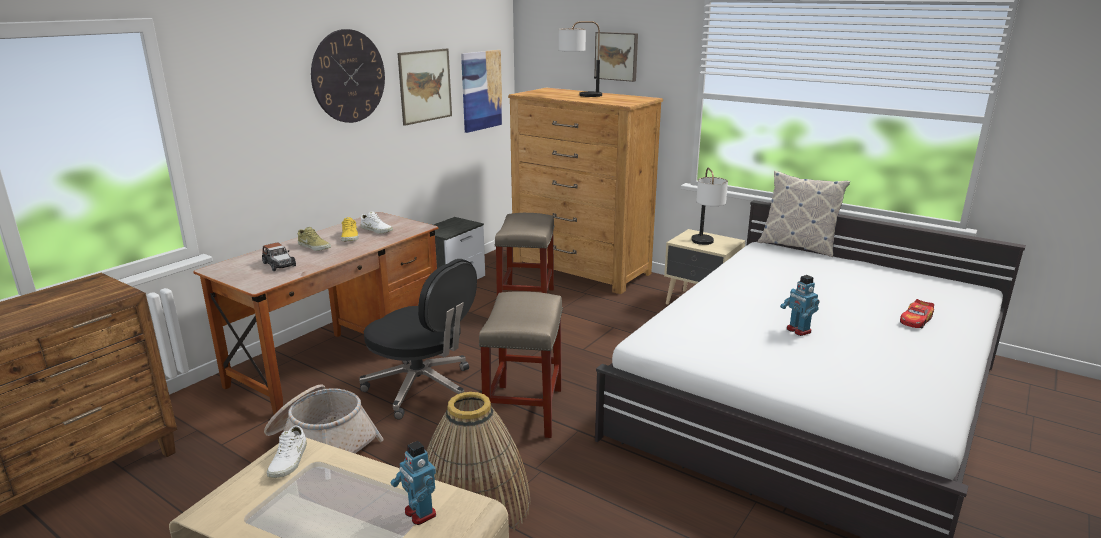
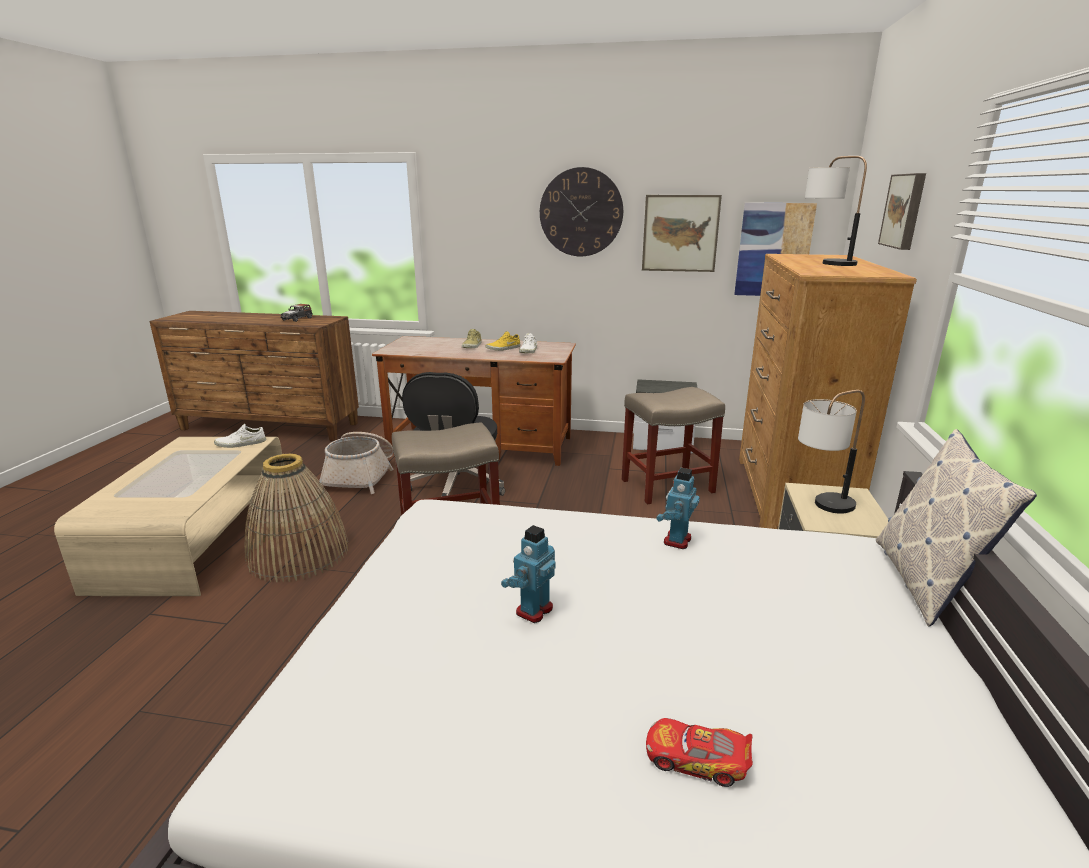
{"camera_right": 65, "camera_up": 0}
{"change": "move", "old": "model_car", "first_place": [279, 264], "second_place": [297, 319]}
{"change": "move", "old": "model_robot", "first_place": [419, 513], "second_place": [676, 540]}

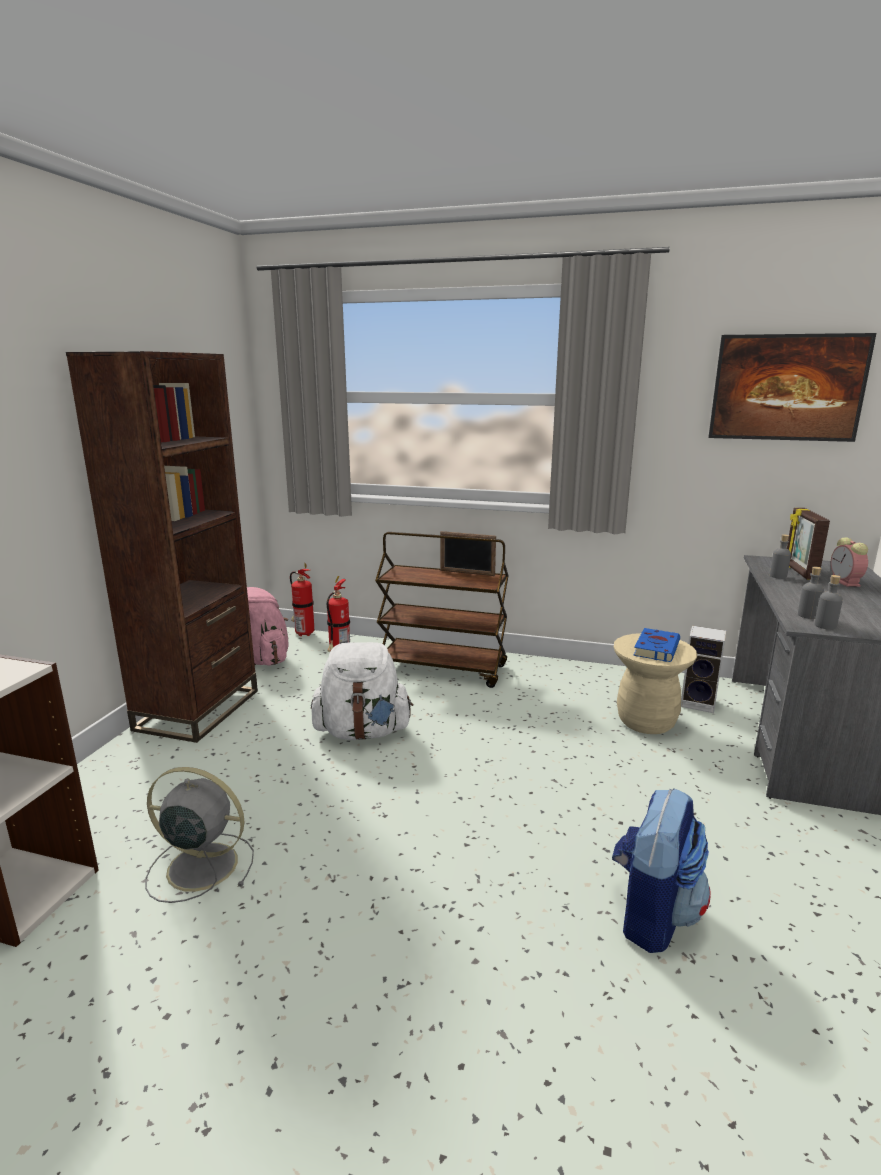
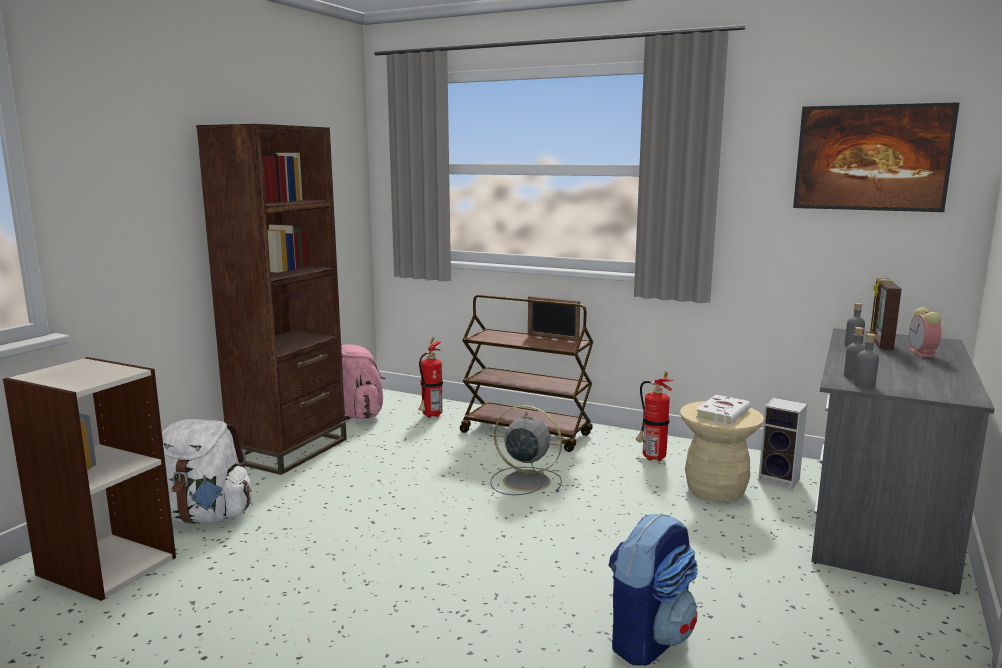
{"camera_right": 10, "camera_up": -5}
{"change": "move", "old": "white_rucksack", "first_place": [362, 732], "second_place": [204, 517]}
{"change": "move", "old": "grey_electric_fan", "first_place": [199, 866], "second_place": [524, 481]}
{"change": "move", "old": "fire_extinguisher", "first_place": [303, 633], "second_place": [651, 457]}
{"change": "recolor", "old": "blue-coloured_bound_book", "new": "white_bound_book", "first_place": [656, 648], "second_place": [723, 413]}

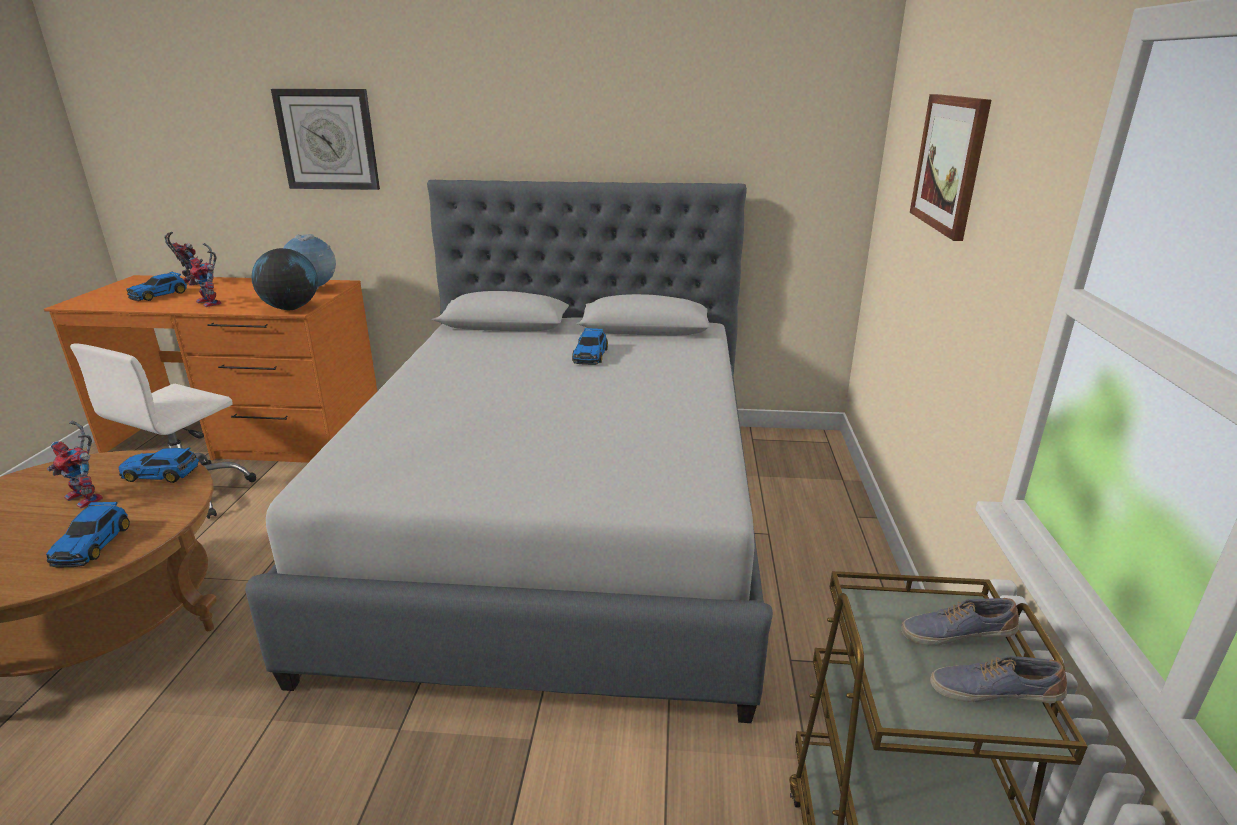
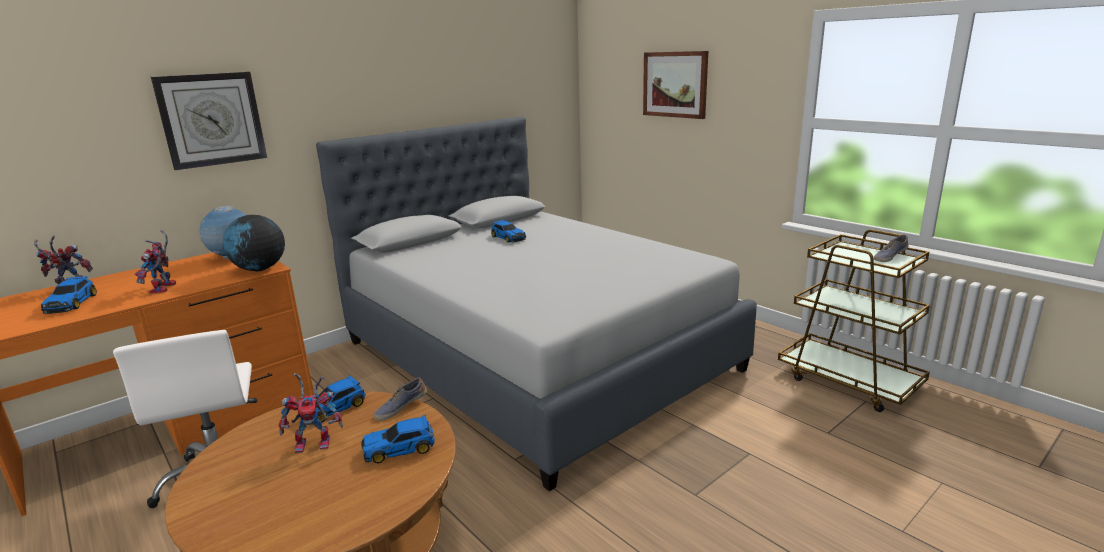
{"camera_right": -45, "camera_up": -5}
{"change": "rotate", "old": "model_robot", "first_place": [212, 303], "second_place": [164, 289], "degrees": 90}
{"change": "rotate", "old": "model_car", "first_place": [93, 544], "second_place": [401, 448], "degrees": 120}
{"change": "move", "old": "shoe", "first_place": [955, 634], "second_place": [401, 407]}

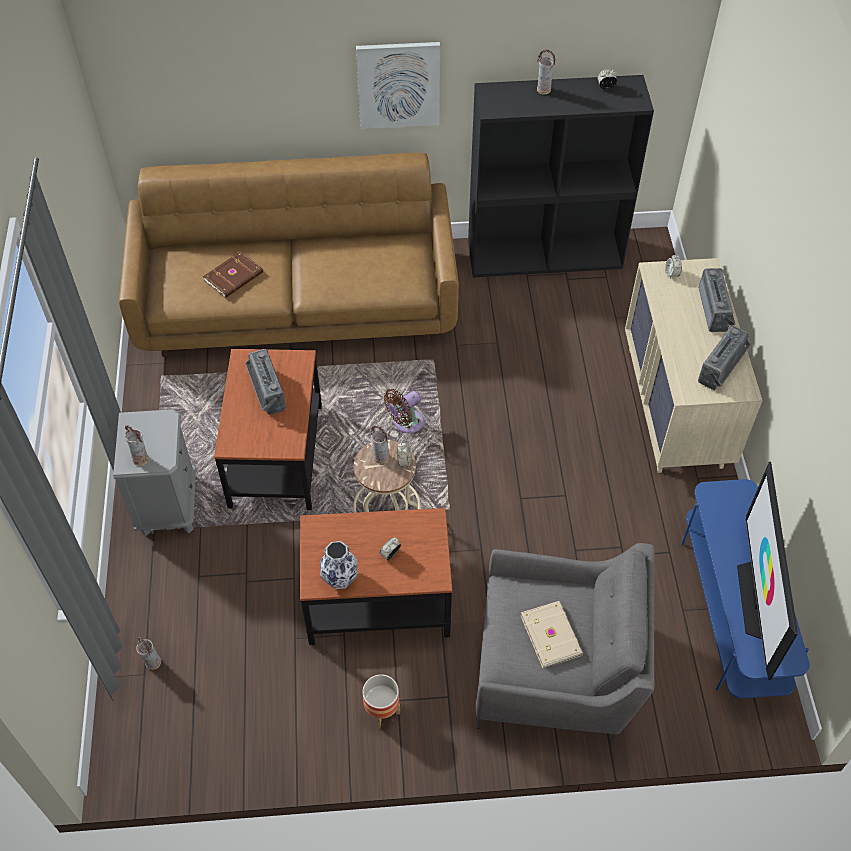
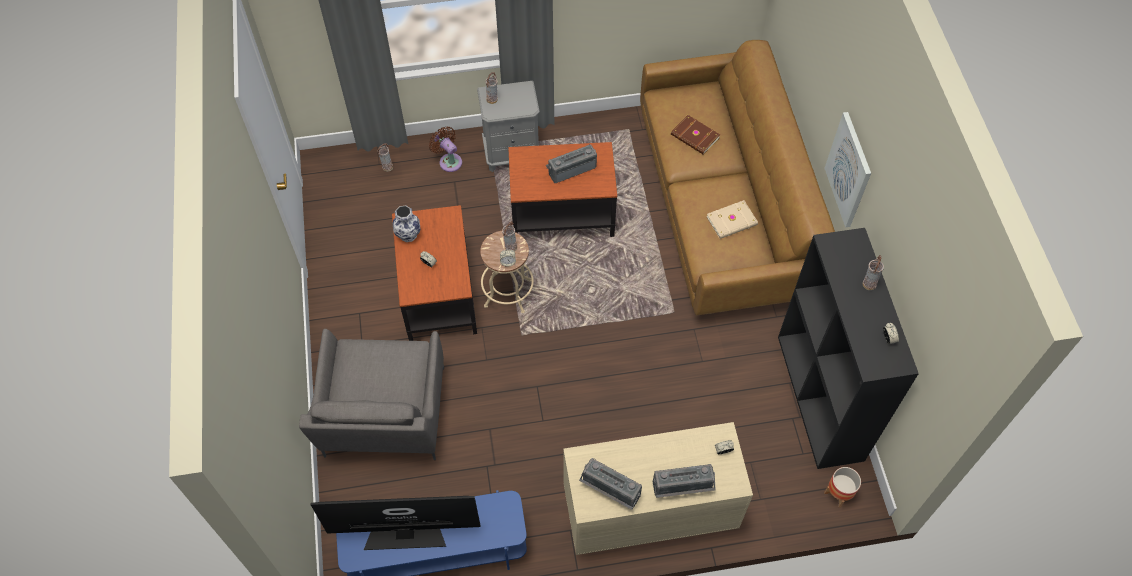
{"camera_right": 85, "camera_up": 5}
{"change": "move", "old": "brownish_electric_fan", "first_place": [406, 423], "second_place": [449, 161]}
{"change": "move", "old": "beige-coloured_bound_book", "first_place": [552, 635], "second_place": [732, 221]}
{"change": "move", "old": "planter", "first_place": [382, 710], "second_place": [838, 494]}

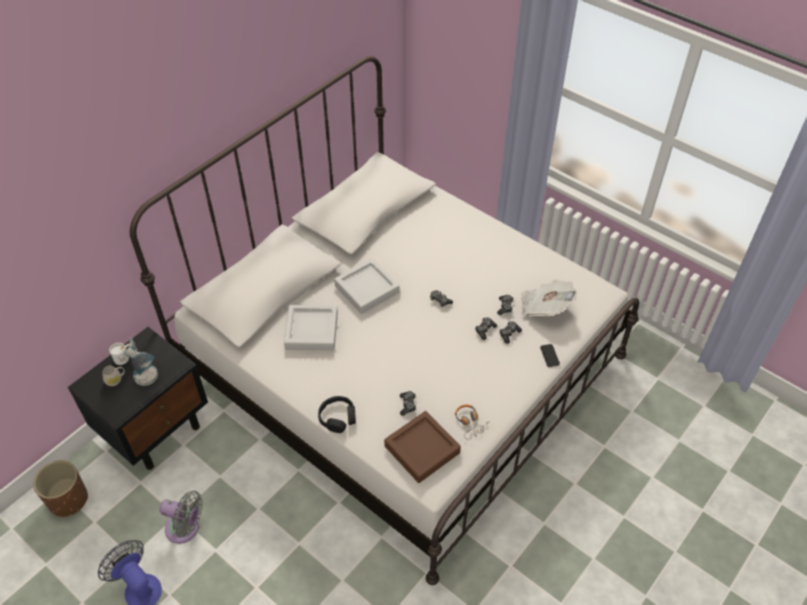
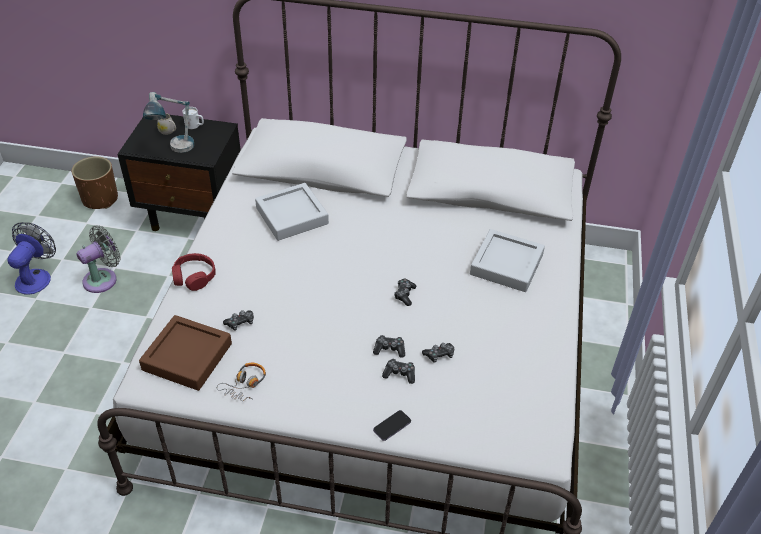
{"camera_right": 60, "camera_up": -5}
{"change": "rotate", "old": "grey_electric_fan", "first_place": [185, 529], "second_place": [103, 279], "degrees": -120}
{"change": "recolor", "old": "black_headset", "new": "red-coloured_headset", "first_place": [338, 418], "second_place": [194, 277]}
{"change": "move", "old": "grey_serving_tray", "first_place": [367, 289], "second_place": [506, 265]}
{"change": "delete", "old": "printed_paper", "first_place": [544, 307]}

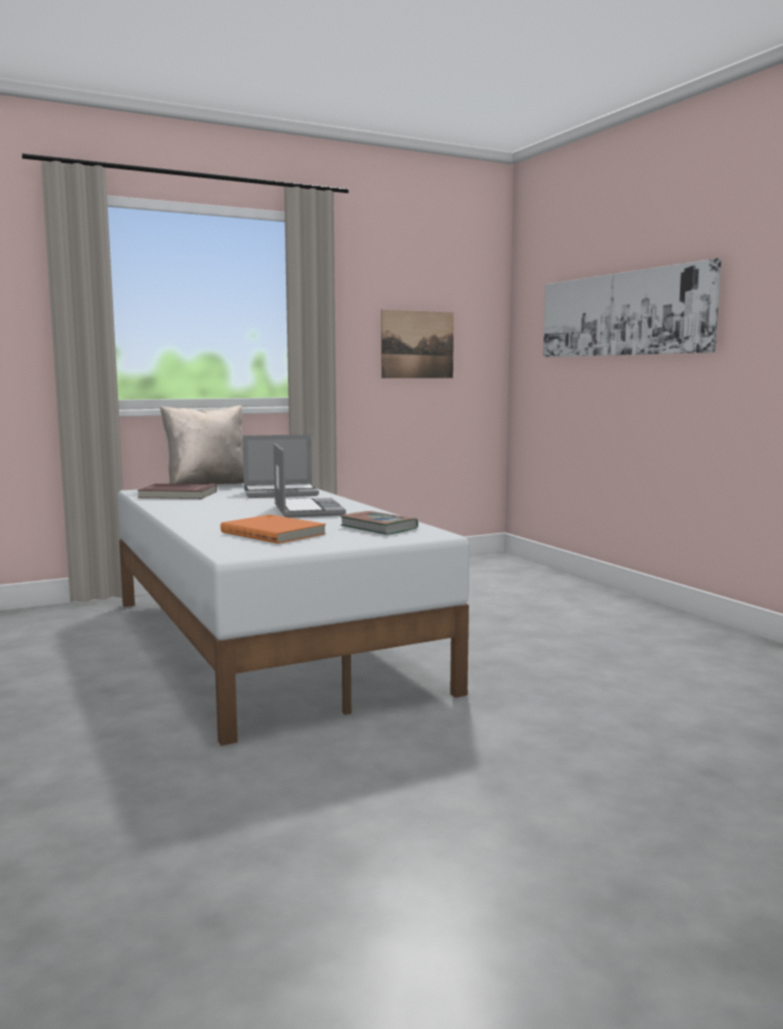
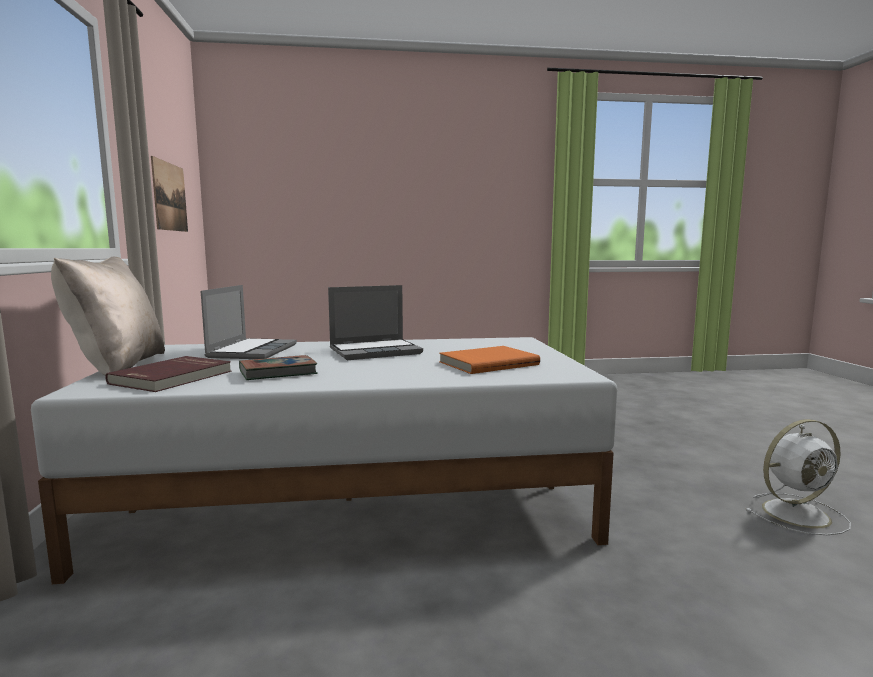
{"camera_right": -70, "camera_up": 0}
{"change": "move", "old": "bound_book", "first_place": [378, 527], "second_place": [278, 372]}
{"change": "rotate", "old": "laptop", "first_place": [306, 510], "second_place": [376, 351], "degrees": 150}
{"change": "insert", "new": "white_electric_fan", "second_place": [798, 513]}
{"change": "delete", "old": "wall_picture", "first_place": [622, 314]}

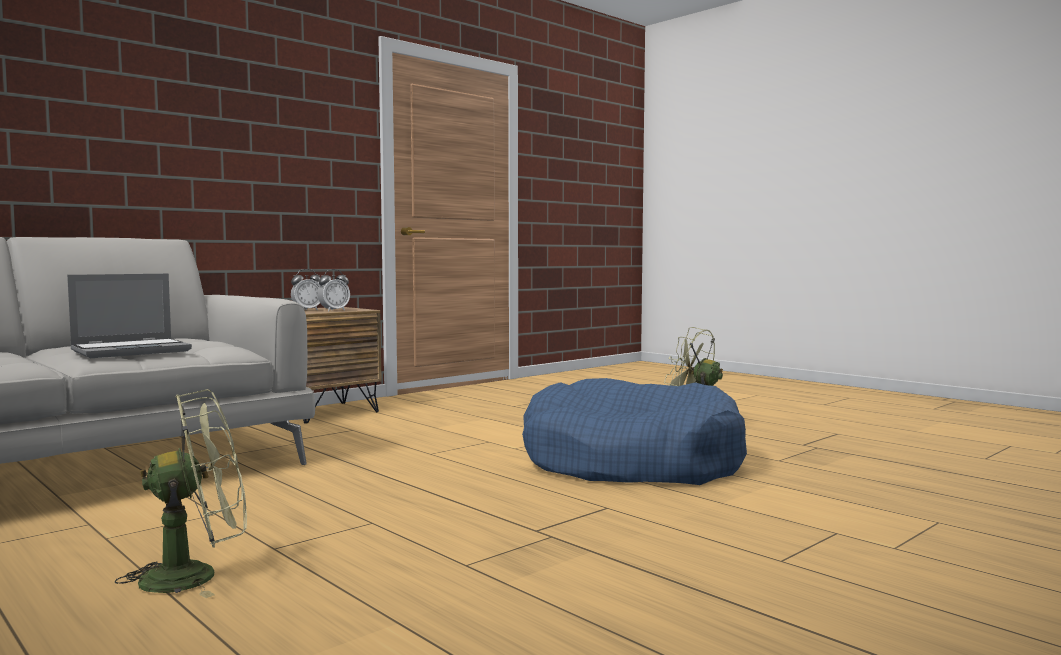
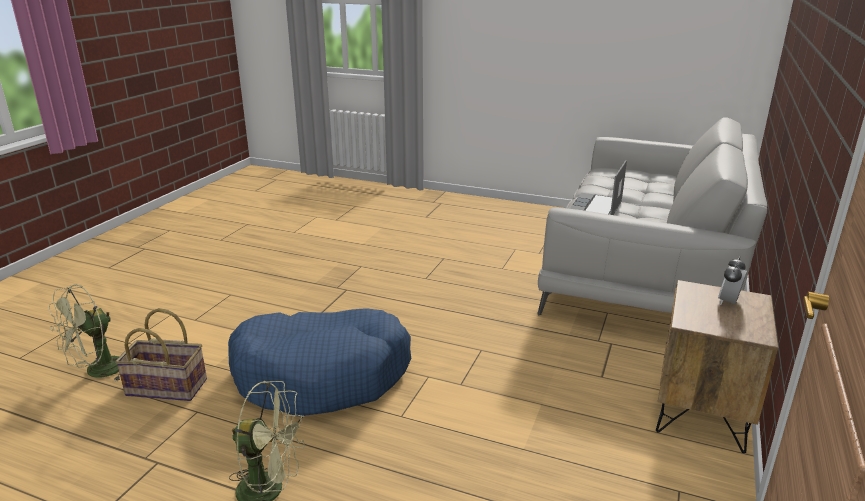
{"camera_right": 155, "camera_up": 20}
{"change": "move", "old": "green-coloured_electric_fan", "first_place": [196, 576], "second_place": [98, 372]}
{"change": "insert", "new": "basket", "second_place": [167, 386]}
{"change": "delete", "old": "table_clock", "first_place": [334, 310]}

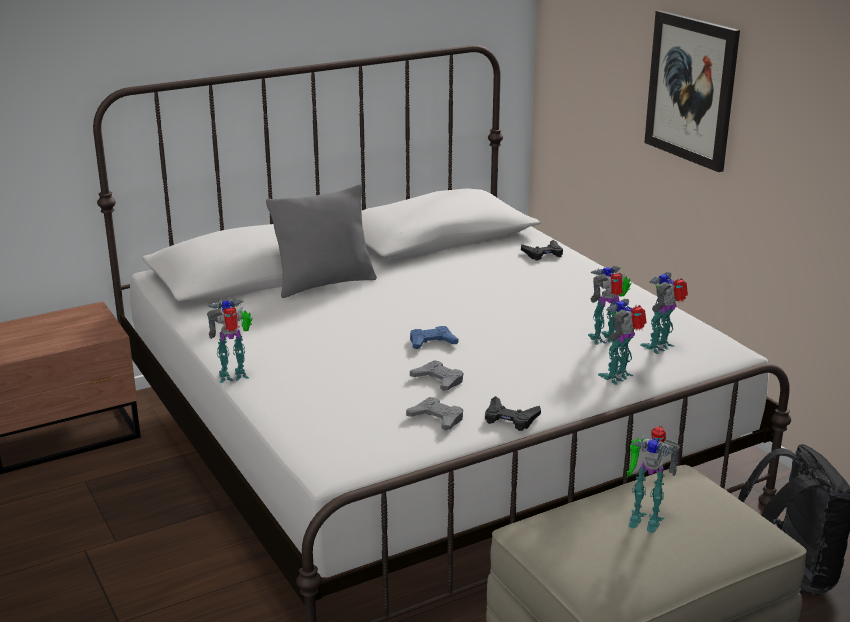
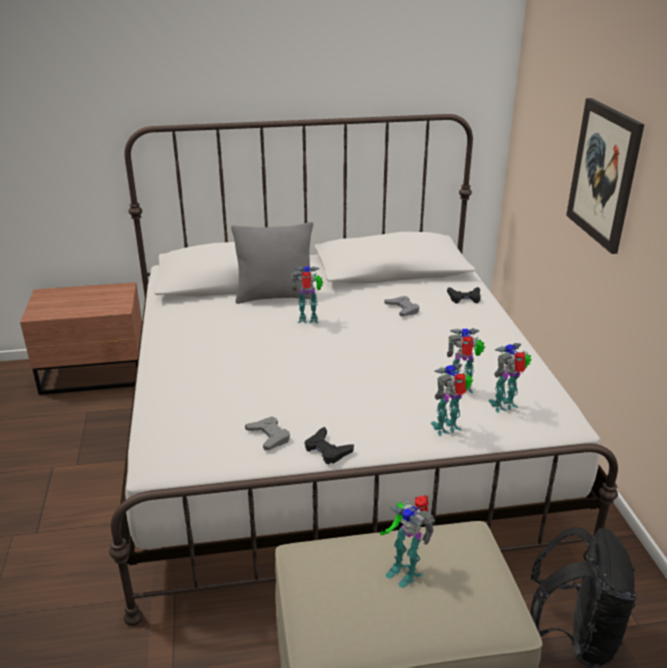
{"camera_right": 20, "camera_up": 5}
{"change": "move", "old": "model_robot", "first_place": [235, 376], "second_place": [309, 320]}
{"change": "move", "old": "grey_joypad", "first_place": [438, 380], "second_place": [402, 309]}
{"change": "delete", "old": "blue-coloured_joypad", "first_place": [432, 342]}

